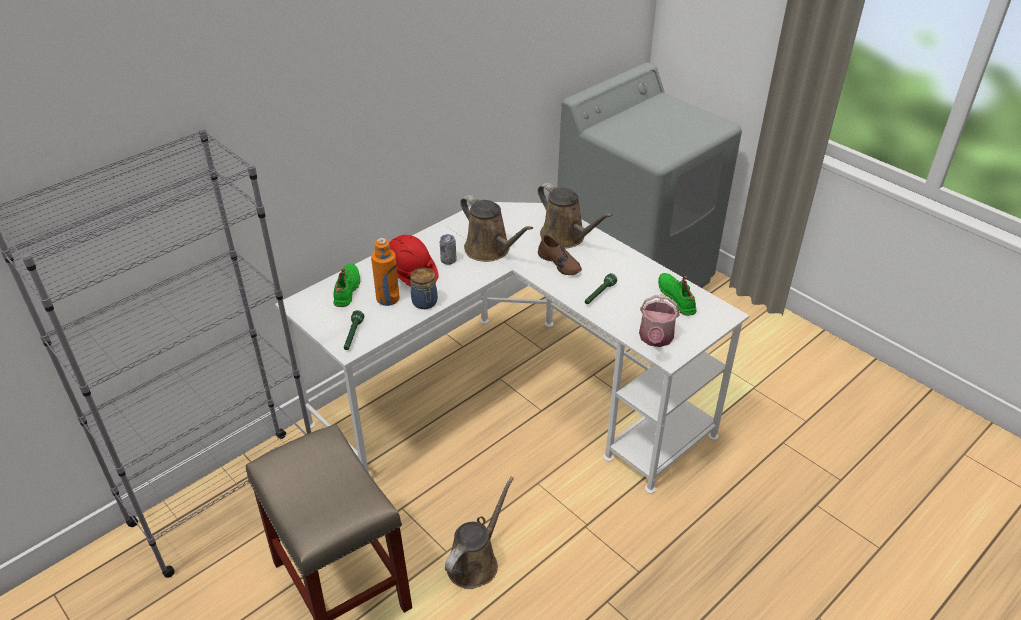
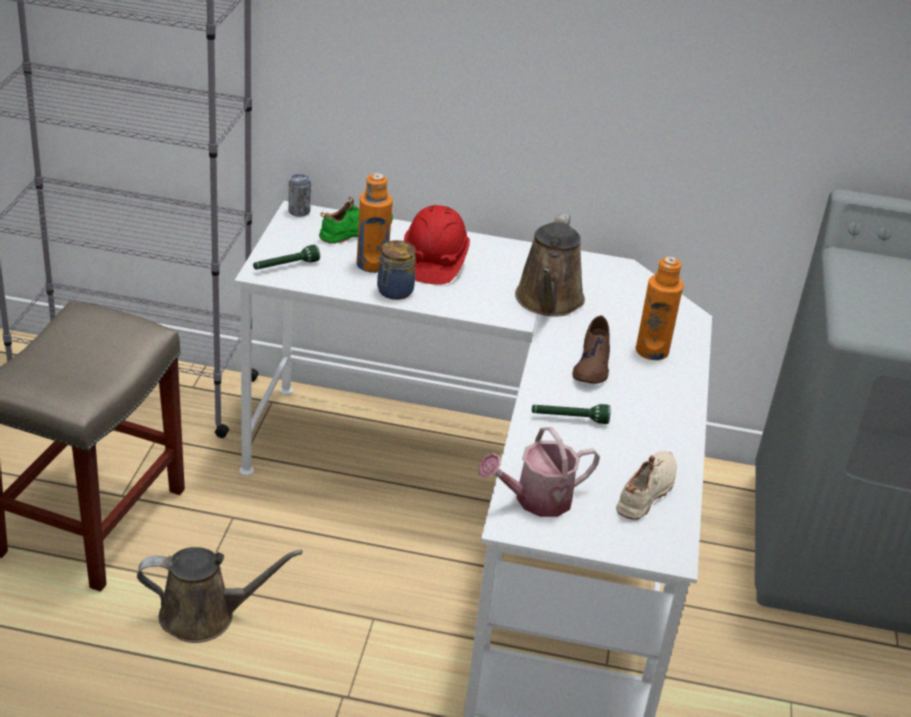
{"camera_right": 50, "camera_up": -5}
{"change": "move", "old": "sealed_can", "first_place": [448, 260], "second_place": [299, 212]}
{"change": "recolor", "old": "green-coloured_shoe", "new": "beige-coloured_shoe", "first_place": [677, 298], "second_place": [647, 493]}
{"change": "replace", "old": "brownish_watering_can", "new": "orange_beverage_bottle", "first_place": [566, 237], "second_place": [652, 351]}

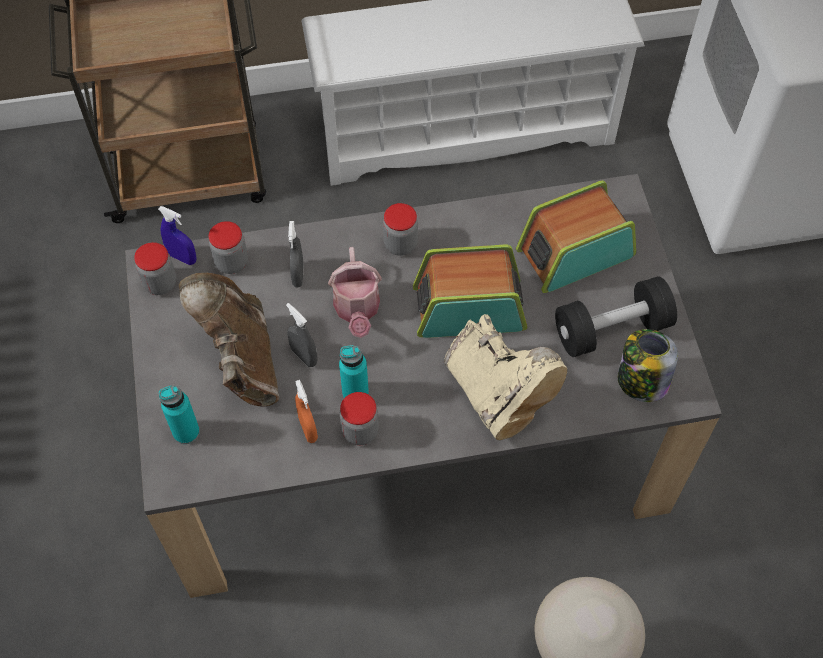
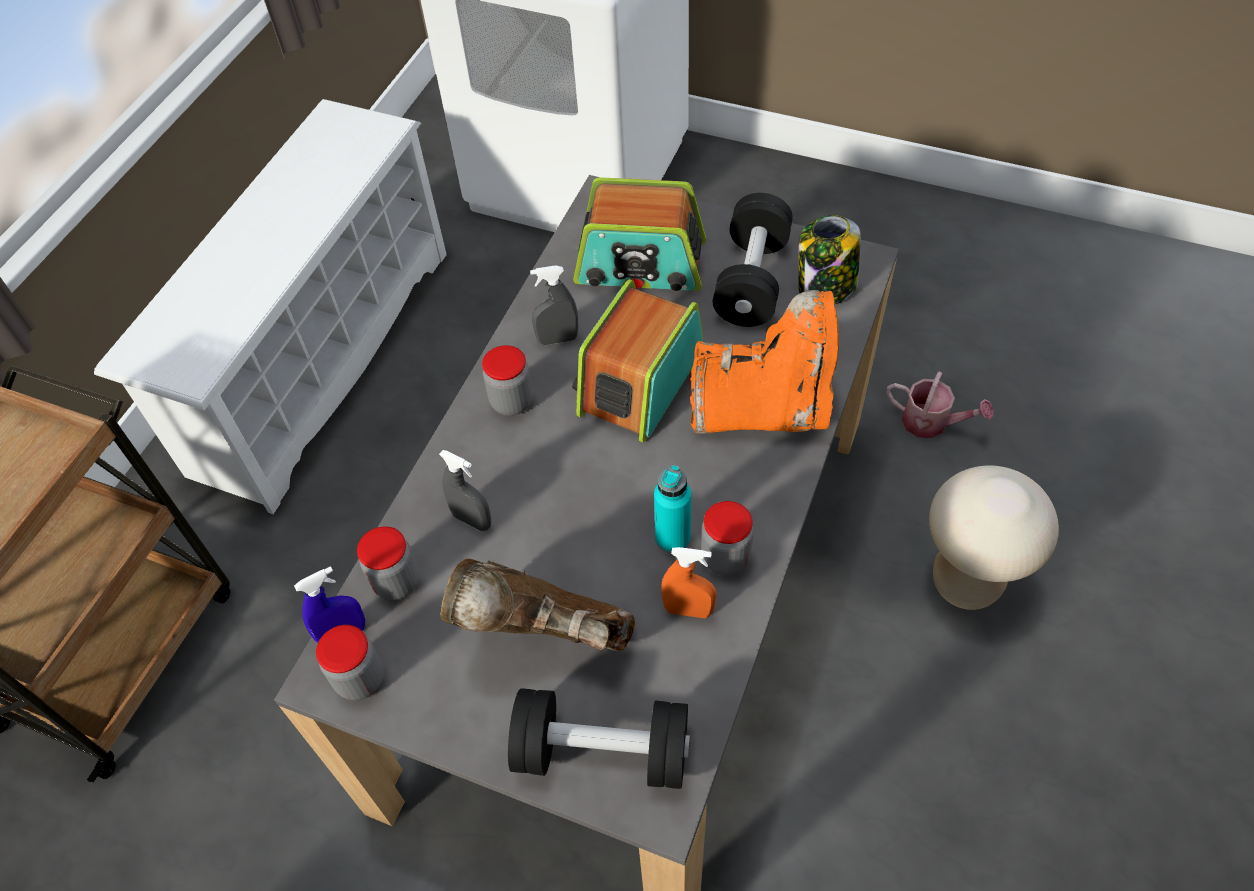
{"camera_right": -55, "camera_up": -5}
{"change": "replace", "old": "turquoise_beverage_bottle", "new": "black_hand_weight", "first_place": [186, 432], "second_place": [602, 752]}
{"change": "move", "old": "grey_spray_bottle", "first_place": [304, 356], "second_place": [557, 339]}
{"change": "rotate", "old": "radio", "first_place": [574, 252], "second_place": [640, 264], "degrees": -90}
{"change": "recolor", "old": "beige-coloured_boot", "new": "orange_boot", "first_place": [496, 397], "second_place": [765, 410]}
{"change": "move", "old": "watering_can", "first_place": [357, 310], "second_place": [931, 423]}

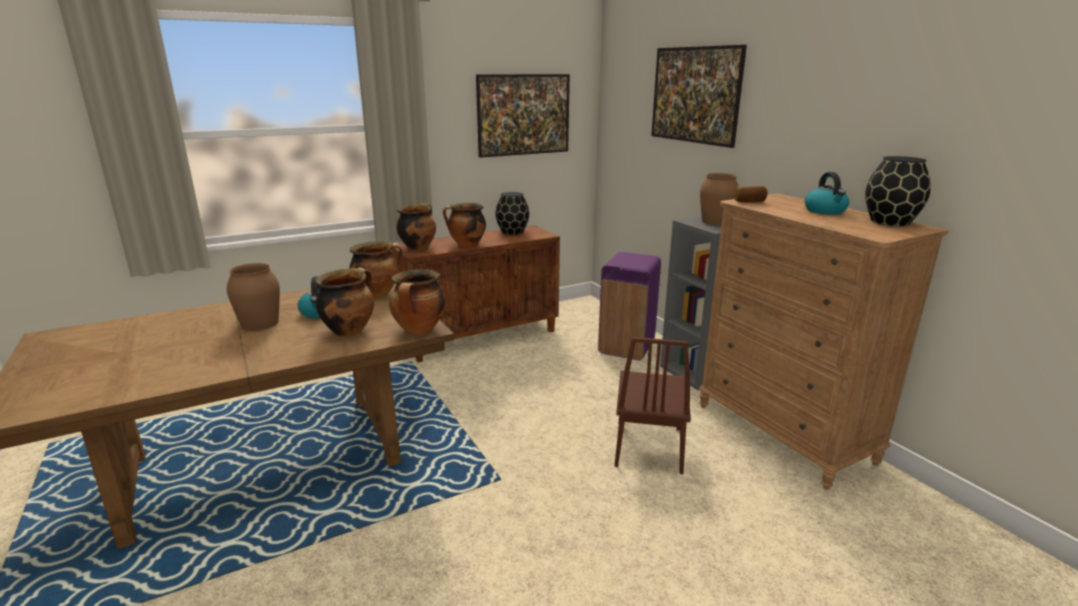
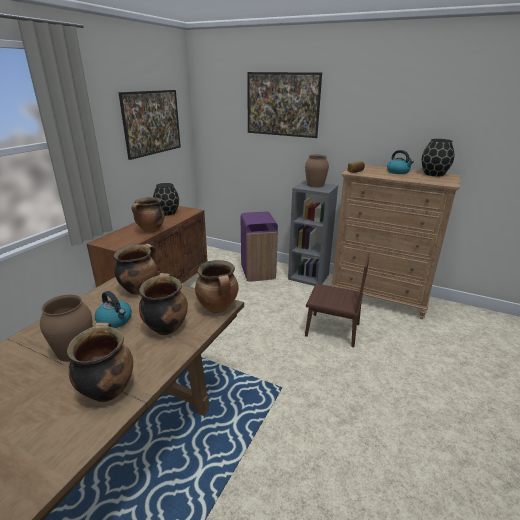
{"camera_right": -35, "camera_up": 5}
{"change": "move", "old": "cooking_pot", "first_place": [418, 247], "second_place": [107, 389]}
{"change": "rotate", "old": "brownish_upright_chair", "first_place": [648, 446], "second_place": [332, 330], "degrees": -45}

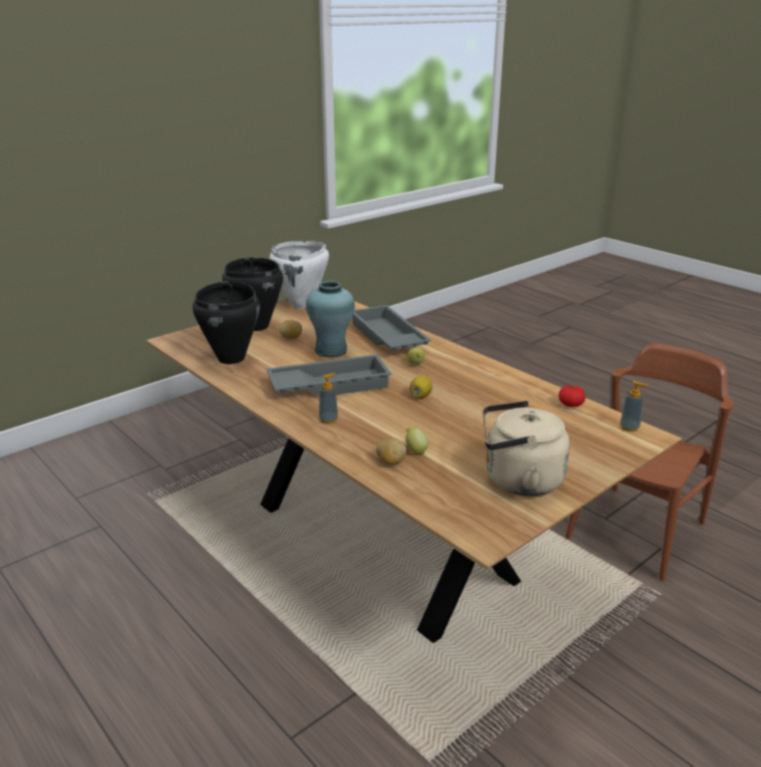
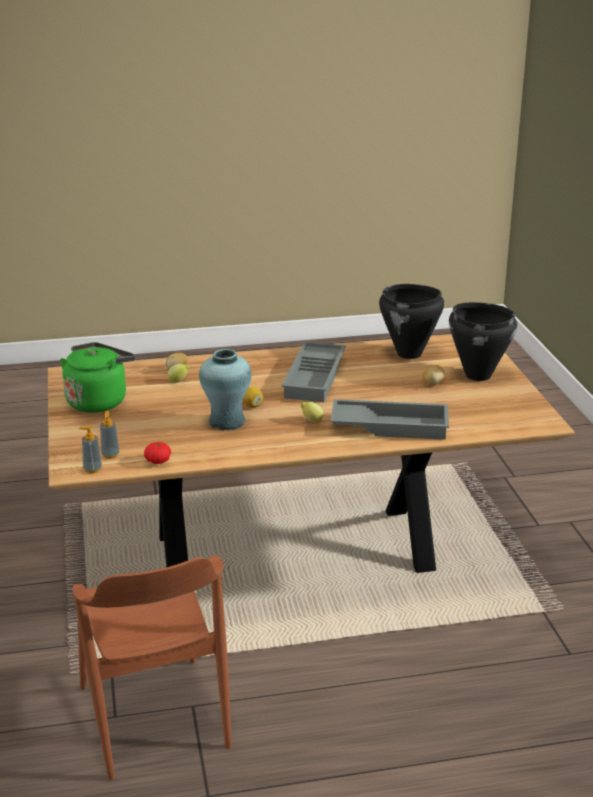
{"camera_right": 120, "camera_up": 0}
{"change": "recolor", "old": "beige-coloured_kettle", "new": "green-coloured_kettle", "first_place": [518, 480], "second_place": [98, 401]}
{"change": "move", "old": "liquid_soap_bottle", "first_place": [328, 420], "second_place": [110, 455]}
{"change": "move", "old": "turquoise_flower_vase", "first_place": [331, 350], "second_place": [227, 422]}
{"change": "delete", "old": "white_cooking_pot", "first_place": [302, 305]}

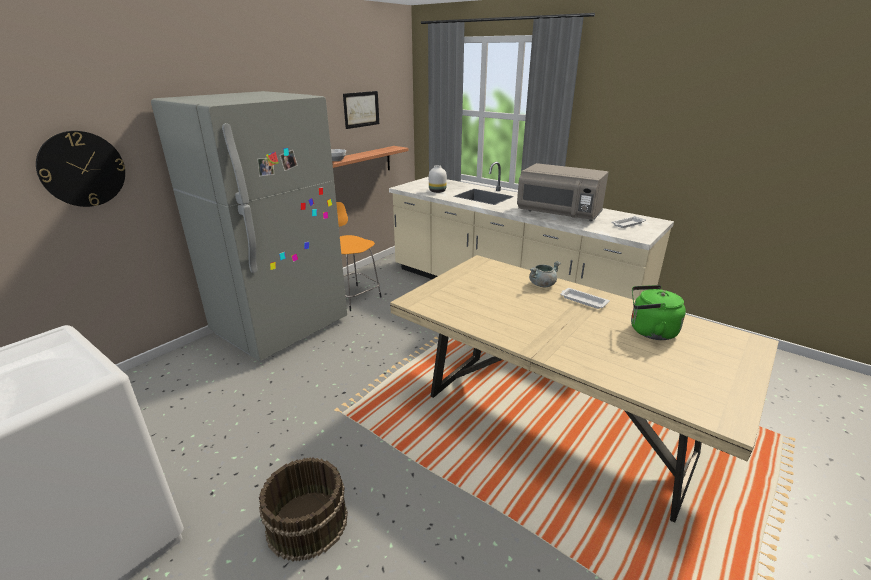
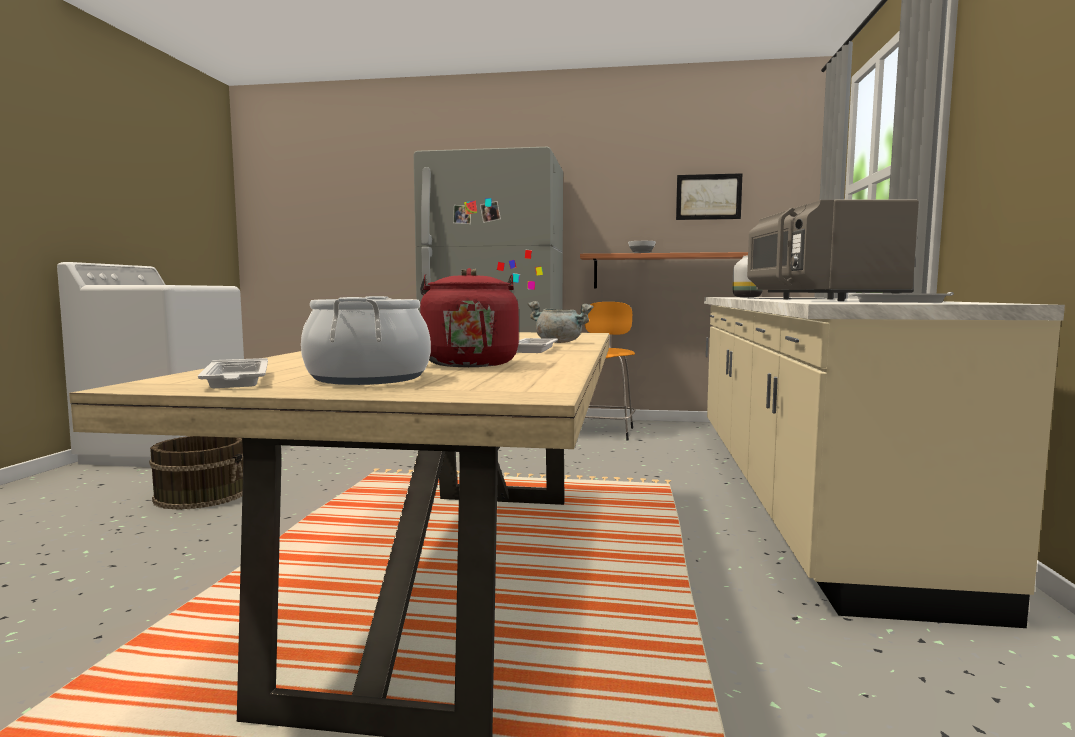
{"camera_right": 60, "camera_up": -20}
{"change": "insert", "new": "white_serving_tray", "second_place": [236, 380]}
{"change": "insert", "new": "cooking_pot", "second_place": [367, 378]}
{"change": "recolor", "old": "green-coloured_kettle", "new": "red-coloured_kettle", "first_place": [649, 331], "second_place": [467, 363]}
{"change": "delete", "old": "clock_on_the_wall", "first_place": [82, 169]}

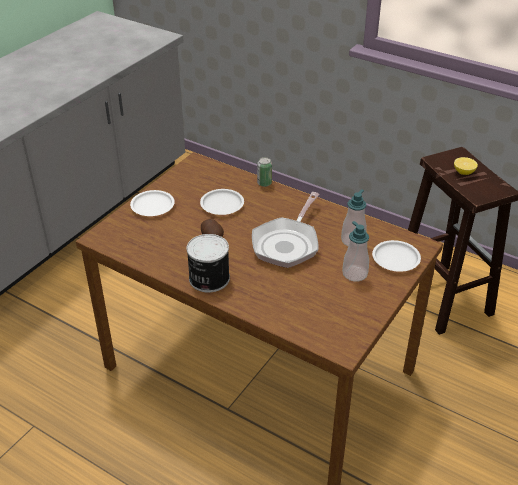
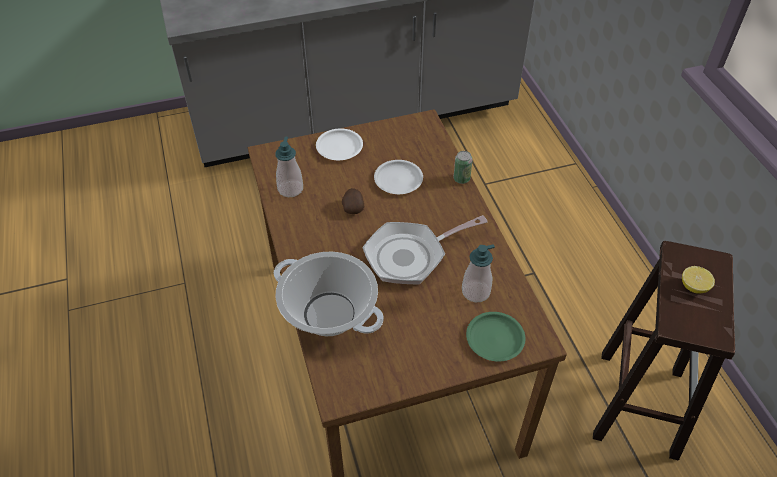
{"camera_right": 40, "camera_up": 10}
{"change": "insert", "new": "cooking_pot", "second_place": [329, 314]}
{"change": "move", "old": "liquid_soap_bottle", "first_place": [354, 274], "second_place": [290, 189]}
{"change": "recolor", "old": "white_flat_dish", "new": "green-coloured_flat_dish", "first_place": [395, 259], "second_place": [494, 338]}
{"change": "delete", "old": "sealed_can", "first_place": [208, 279]}

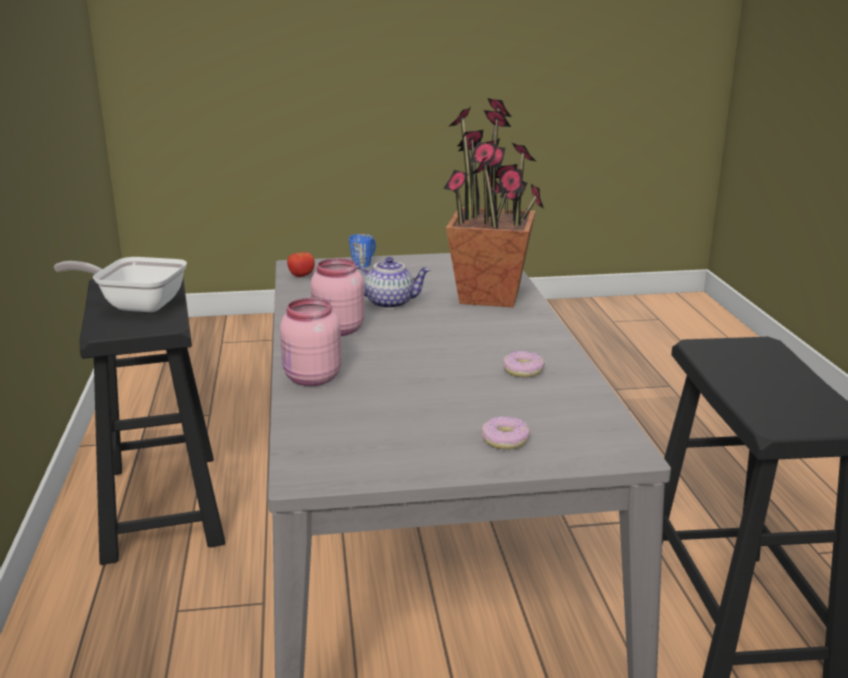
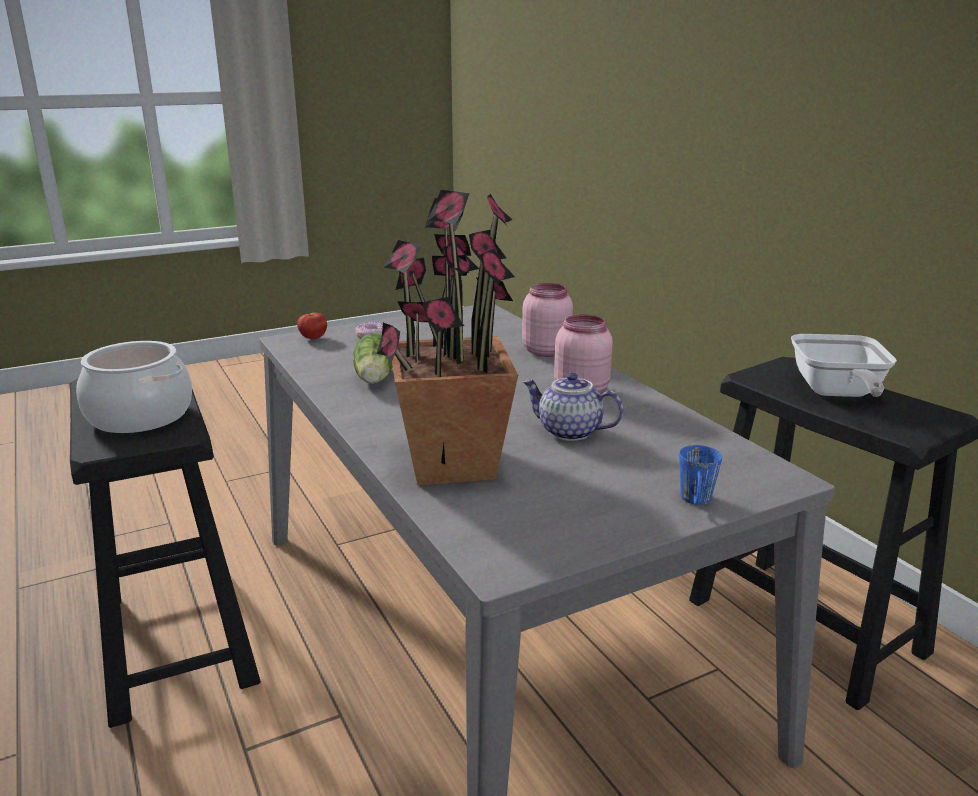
{"camera_right": 160, "camera_up": 0}
{"change": "insert", "new": "cooking_pot", "second_place": [141, 416]}
{"change": "move", "old": "fresh_tomato", "first_place": [301, 276], "second_place": [313, 338]}
{"change": "replace", "old": "ring_doughnut", "new": "lettuce", "first_place": [523, 370], "second_place": [374, 379]}
{"change": "rotate", "old": "tea_pot", "first_place": [390, 303], "second_place": [568, 432], "degrees": 45}
{"change": "rotate", "old": "pan", "first_place": [136, 304], "second_place": [836, 393], "degrees": 105}

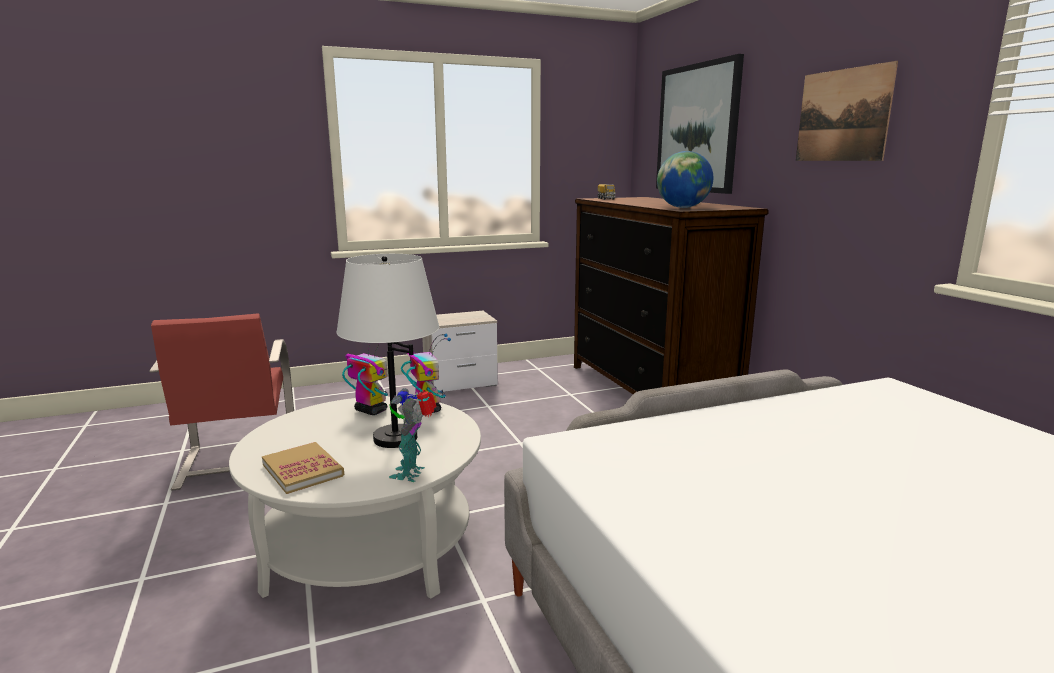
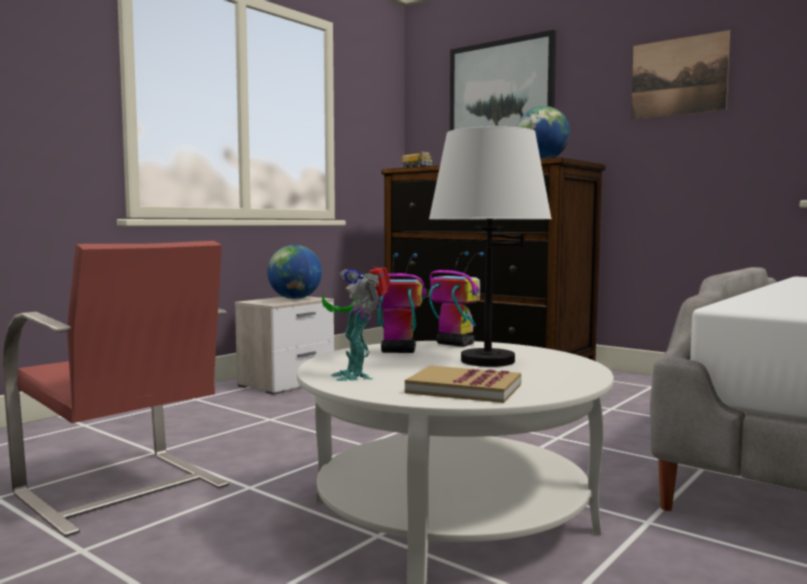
{"camera_right": -30, "camera_up": -10}
{"change": "insert", "new": "world_globe", "second_place": [295, 299]}
{"change": "move", "old": "model_robot", "first_place": [412, 473], "second_place": [356, 375]}

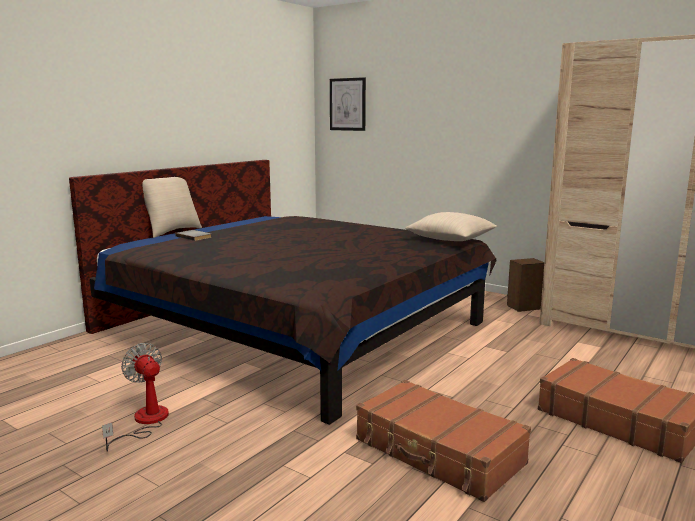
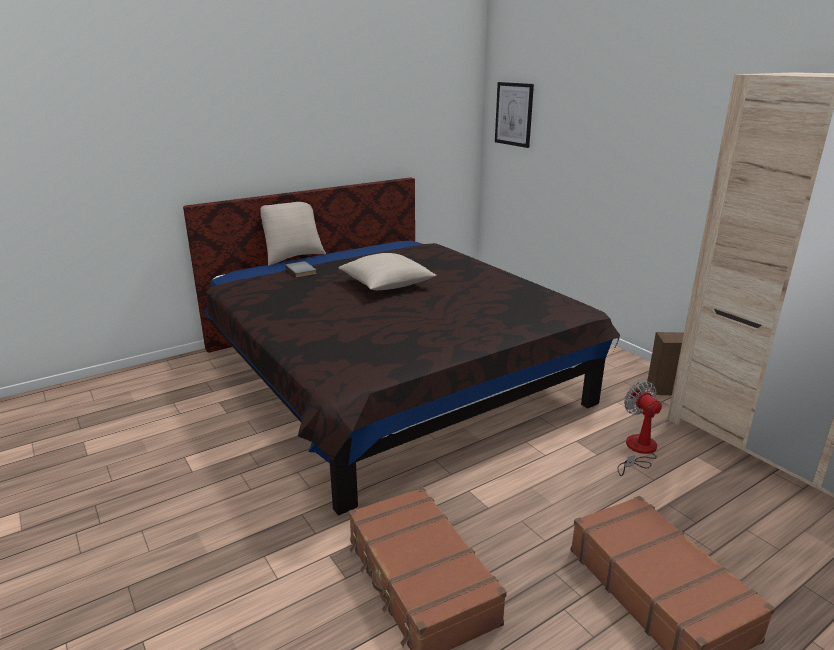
{"camera_right": 20, "camera_up": 10}
{"change": "move", "old": "beige-coloured_throw_pillow", "first_place": [451, 240], "second_place": [386, 284]}
{"change": "move", "old": "electric_fan", "first_place": [144, 422], "second_place": [638, 451]}

